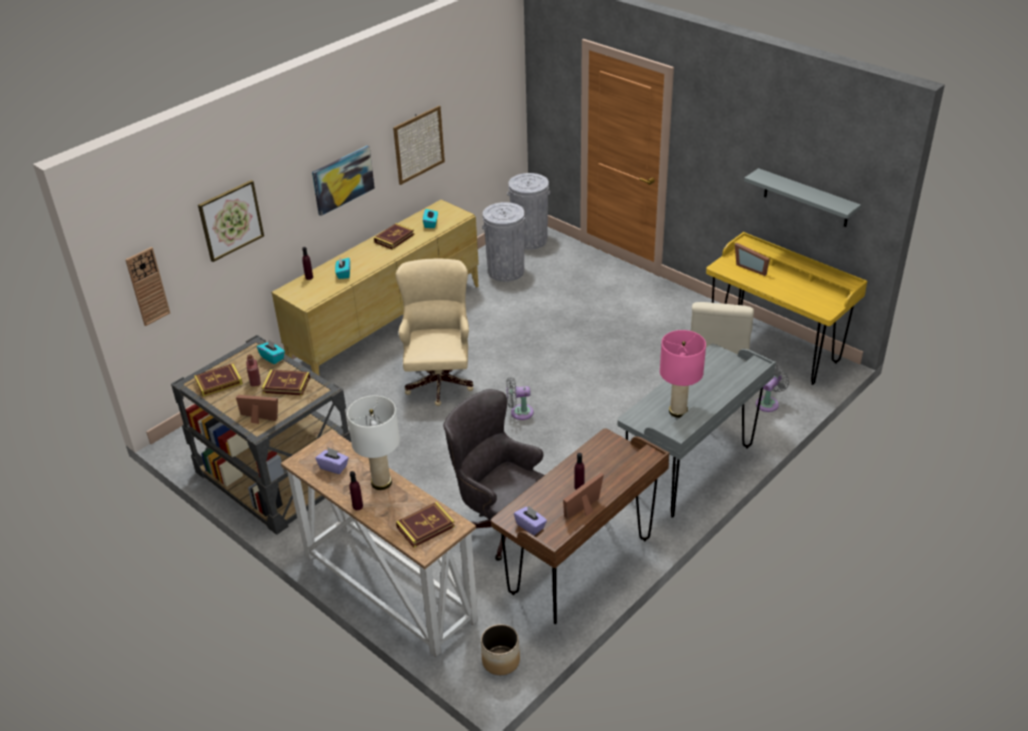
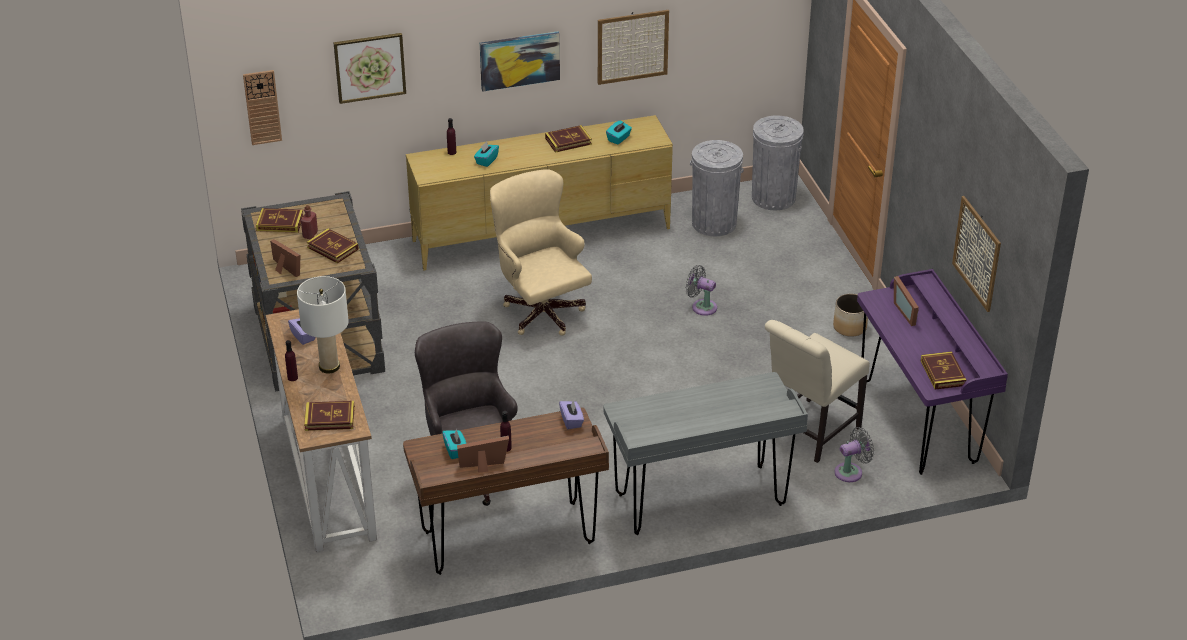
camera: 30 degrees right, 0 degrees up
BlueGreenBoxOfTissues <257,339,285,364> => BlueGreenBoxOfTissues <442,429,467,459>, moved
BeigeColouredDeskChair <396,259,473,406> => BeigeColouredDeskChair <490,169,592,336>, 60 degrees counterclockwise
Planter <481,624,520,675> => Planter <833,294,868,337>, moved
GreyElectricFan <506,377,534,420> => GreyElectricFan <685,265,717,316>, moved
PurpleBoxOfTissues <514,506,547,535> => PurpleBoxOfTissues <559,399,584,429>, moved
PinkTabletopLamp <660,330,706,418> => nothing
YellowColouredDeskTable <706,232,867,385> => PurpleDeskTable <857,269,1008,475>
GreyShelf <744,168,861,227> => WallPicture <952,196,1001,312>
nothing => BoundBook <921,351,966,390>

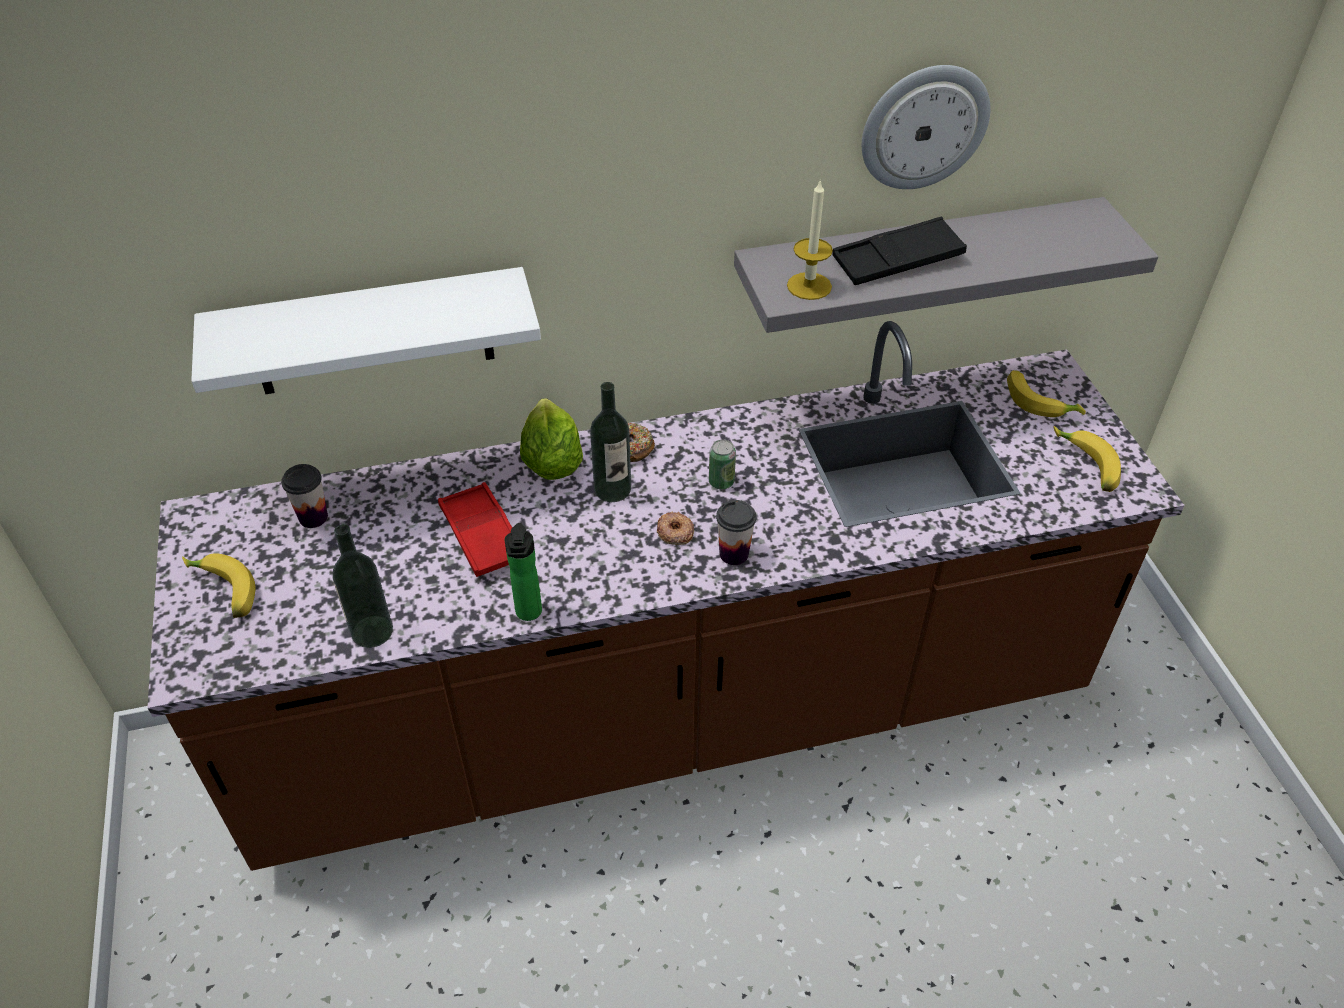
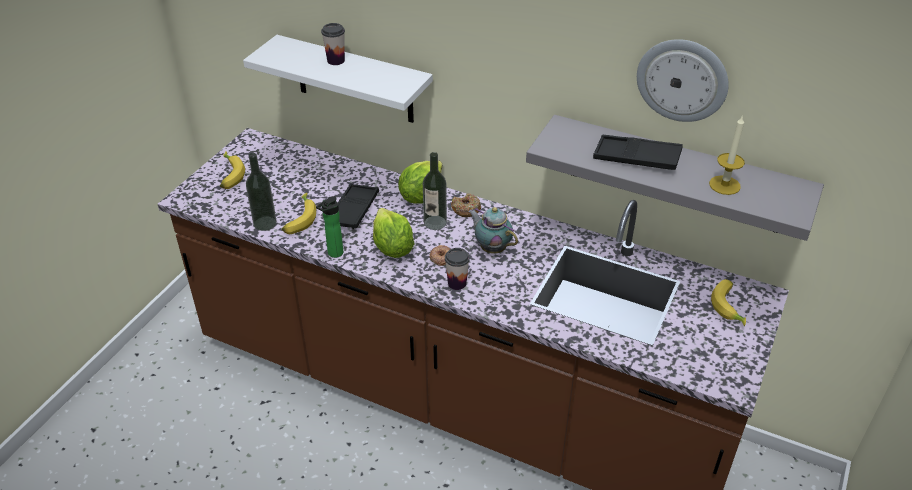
camera: 40 degrees right, 5 degrees down
SmallCup <281,464,328,528> => SmallCup <321,23,345,65>, moved
ReddishCarryingTray <438,482,512,577> => BlackColouredCarryingTray <338,183,379,229>
SealedCan <709,440,736,489> => TeaPot <468,207,518,254>
Candle <787,181,833,300> => Candle <709,115,745,195>, moved
BananaFruit <1053,426,1121,492> => BananaFruit <282,193,316,234>, moved
nothing => Lettuce <373,208,414,258>

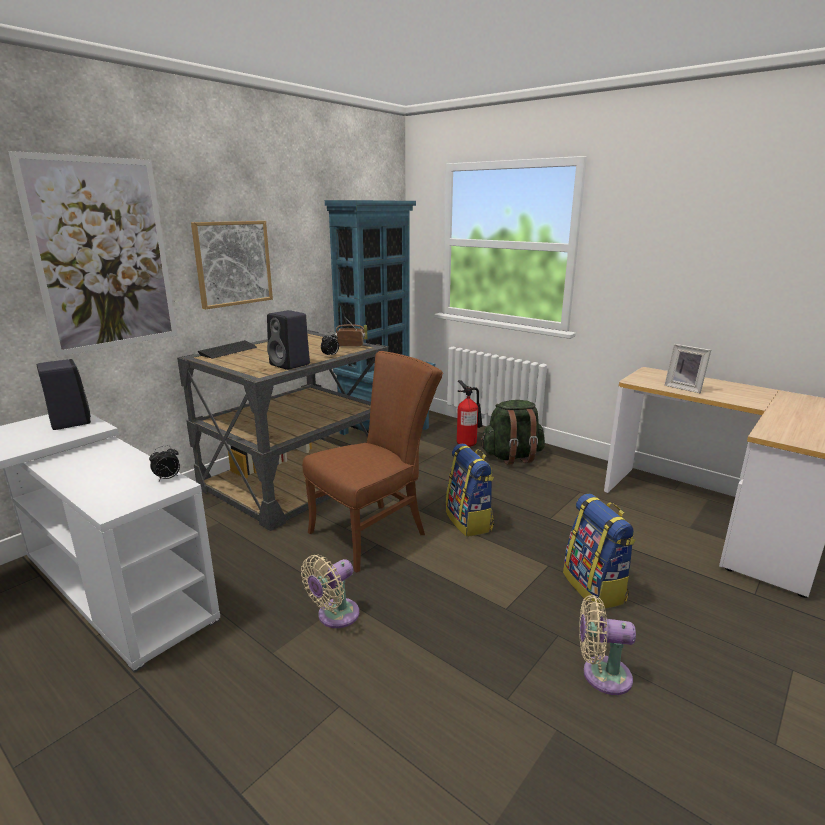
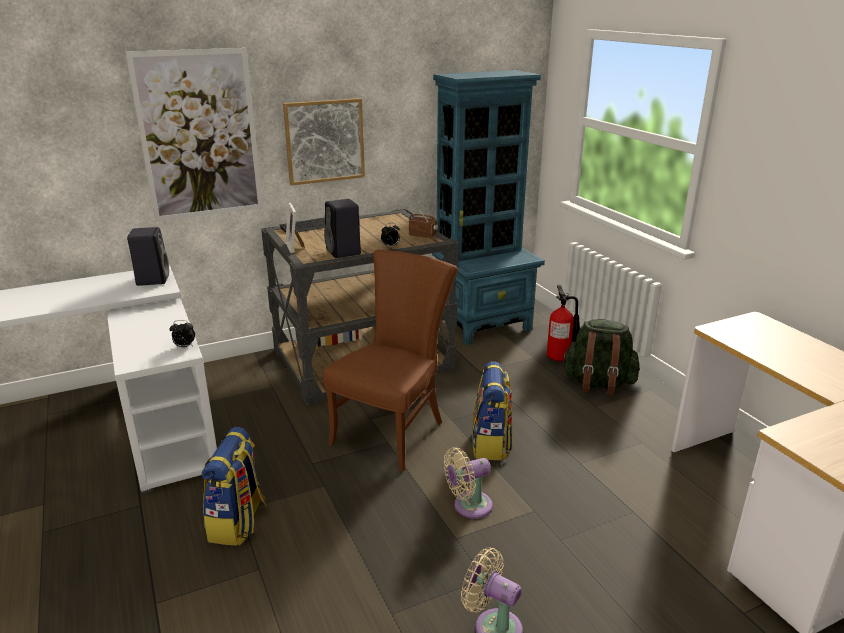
camera: 25 degrees right, 5 degrees up
BeigeColouredElectricFan <301,555,359,628> => BeigeColouredElectricFan <444,447,493,519>, moved
BrownishChair <302,351,443,573> => BrownishChair <323,250,458,472>, 45 degrees counterclockwise
Knapsack <563,494,636,609> => Knapsack <202,427,267,546>, moved
PhotoFrame <664,344,711,393> => PhotoFrame <285,203,305,253>, moved

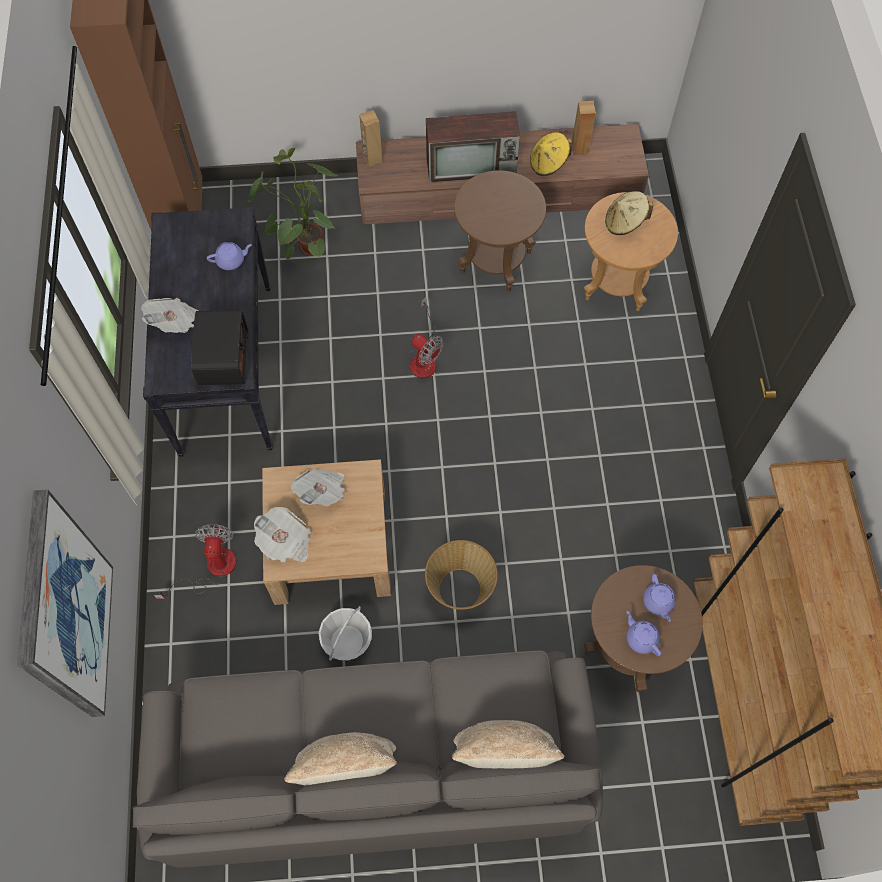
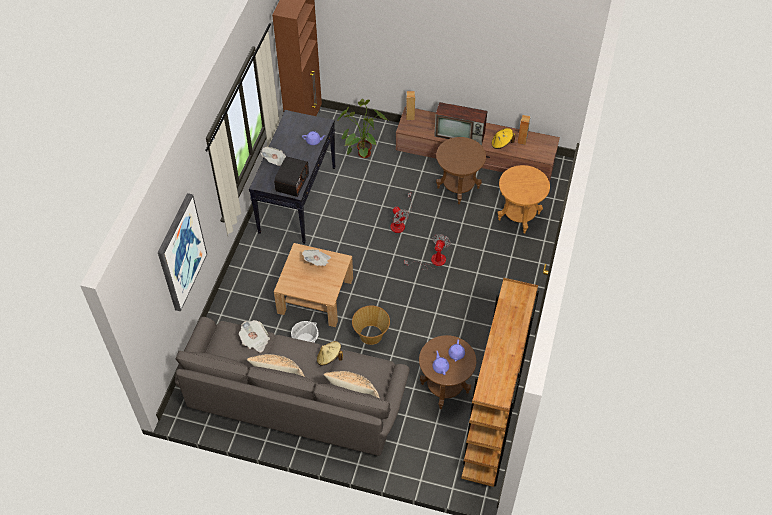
camera: 20 degrees right, 10 degrees down
ElectricFan <154,524,237,599> => ElectricFan <404,234,451,270>, moved
PrintedPaper <254,507,311,563> => PrintedPaper <239,320,270,353>, moved
BeigeColouredClothingHat <605,191,653,235> => BeigeColouredClothingHat <317,341,343,366>, moved

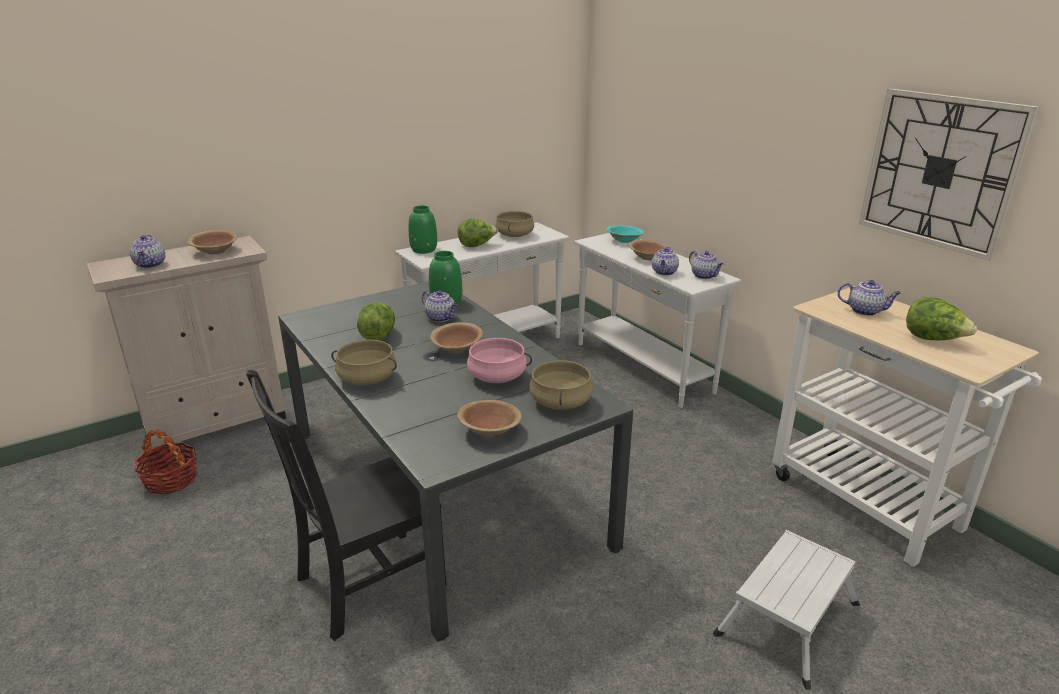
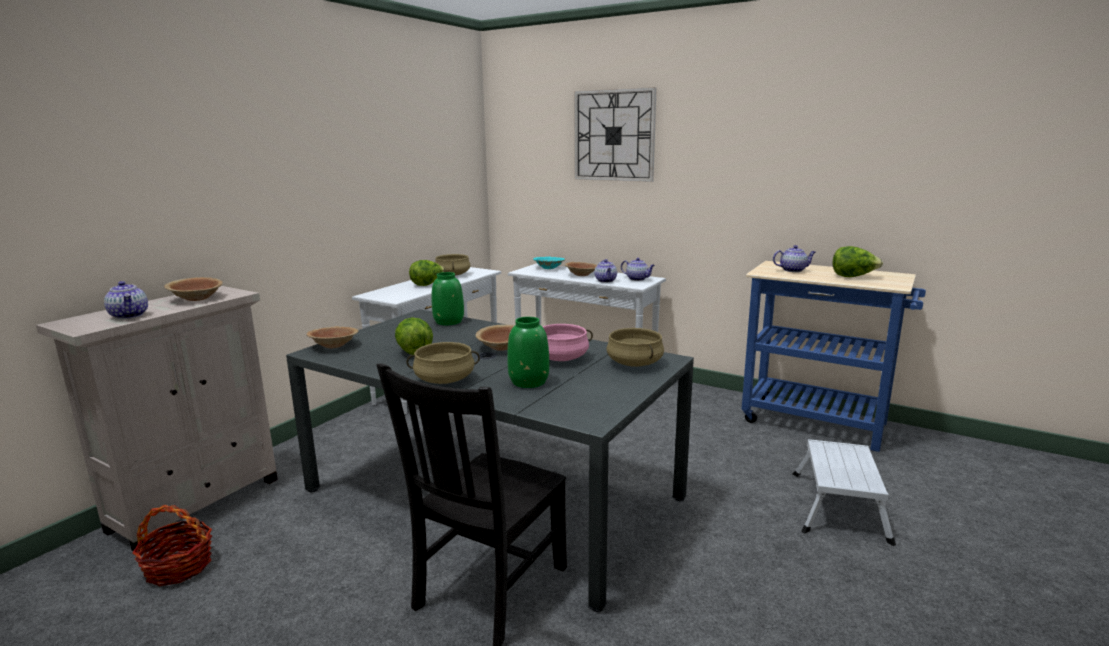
camera: 25 degrees left, 10 degrees down
GreenColouredFlowerVase <409,206,437,254> => GreenColouredFlowerVase <507,317,549,388>, moved
TeaPot <422,290,458,322> => nothing
BrownishDeepDish <457,400,522,436> => BrownishDeepDish <307,326,358,348>, moved
WhitishCart <773,286,1042,567> => BluishCart <742,261,926,452>
HangingClock <859,89,1040,261> => HangingClock <574,87,657,182>, moved

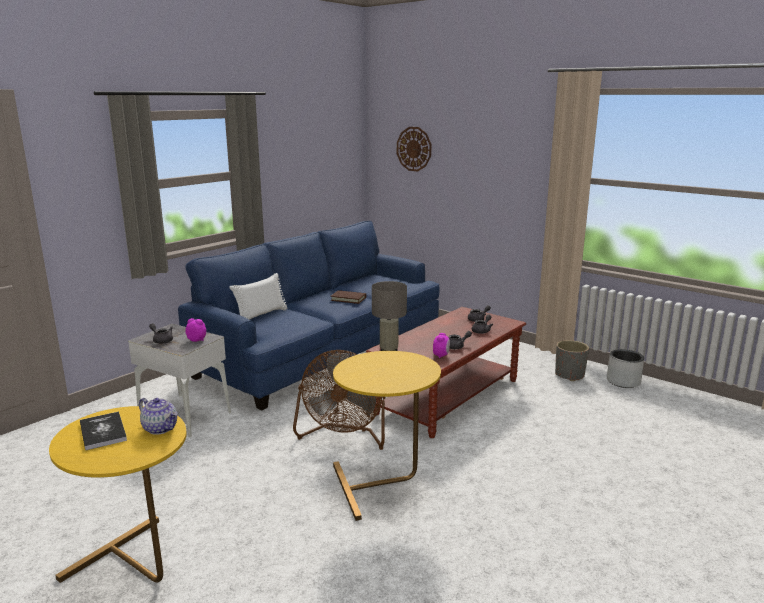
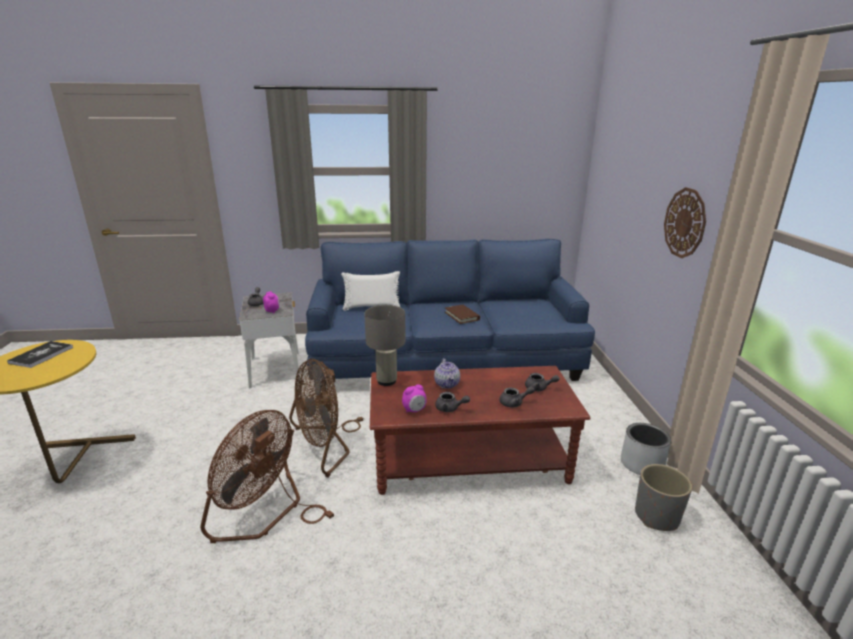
camera: 45 degrees right, 5 degrees up
TeaPot <139,398,177,435> => TeaPot <434,358,460,389>, moved
YellowColouredEndTable <333,351,441,521> => BrownishElectricFan <200,410,334,544>
HangingClock <397,127,432,171> => HangingClock <664,187,706,258>, moved
GreyPlanter <607,349,644,388> => GreyPlanter <621,423,671,475>, moved

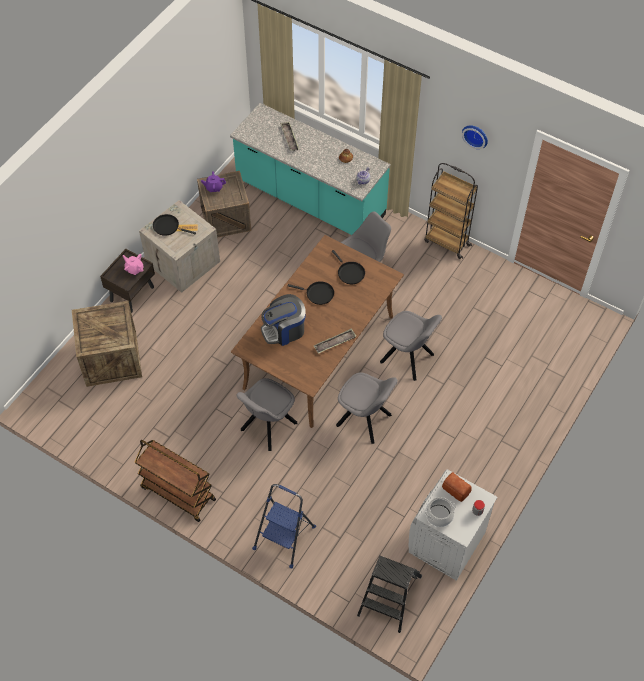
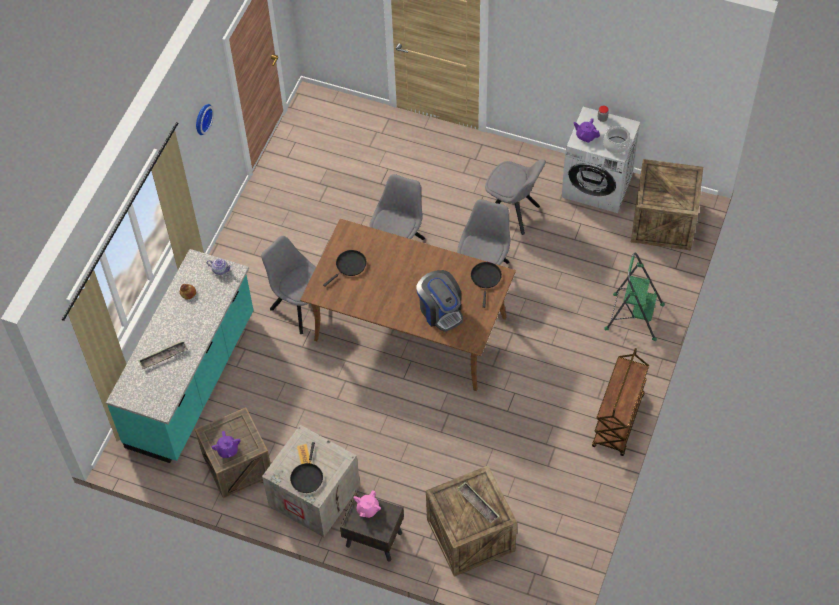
camera: 100 degrees left, 0 degrees up
GreyChair <236,378,298,451> => GreyChair <485,159,546,235>, moved
BluishStepStool <252,484,316,568> => GreenColouredStepStool <604,253,665,341>
BlackColouredFryingPan <287,281,334,305> => BlackColouredFryingPan <471,262,502,308>, moved
CarryingTray <314,328,356,354> => CarryingTray <457,482,499,523>, moved
BlackColouredStepStool <357,556,422,633> => PackingCrate <631,159,703,251>
BrownishCart <424,163,478,259> => nothing
BakedBread <442,472,472,502> => PurpleTeaPot <574,118,600,143>

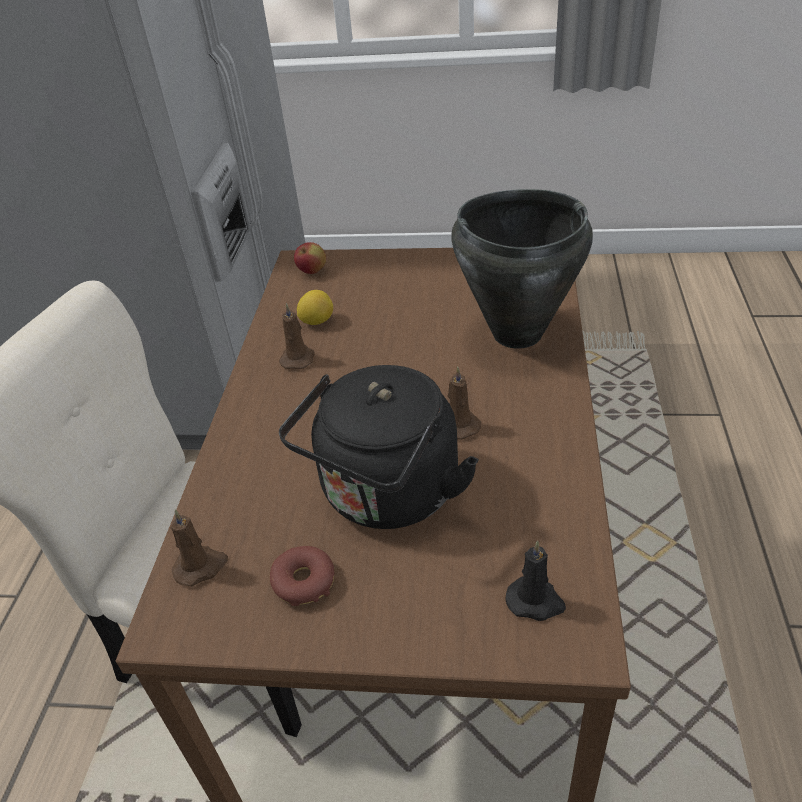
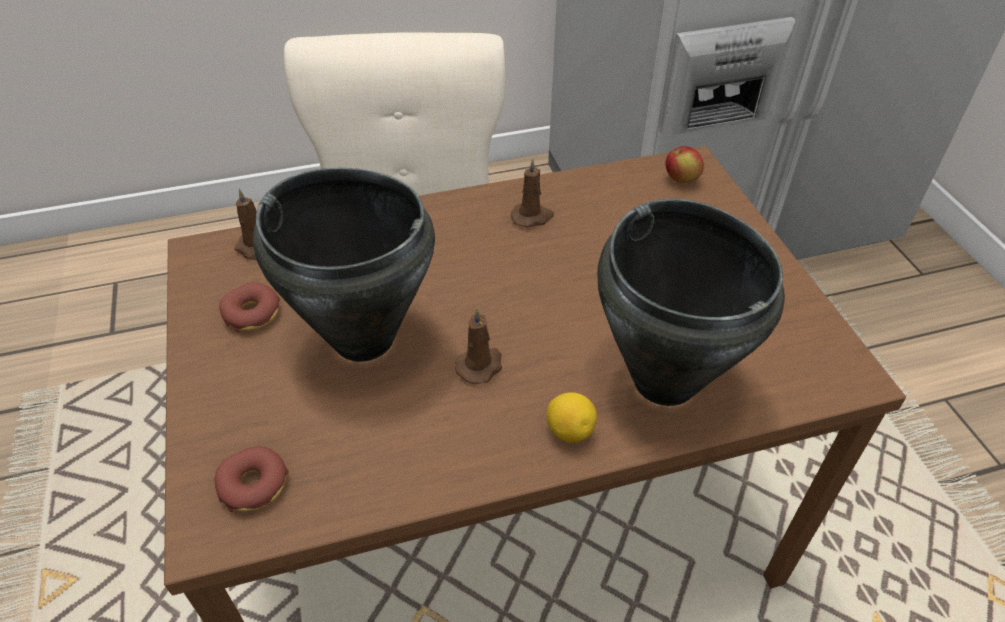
camera: 65 degrees right, 5 degrees up
BlackColouredTeaKettle <279,365,479,529> => BlackColouredSaucepot <253,168,435,362>
Lemon <297,290,333,325> => Lemon <547,392,597,443>, moved
BlackColouredCandle <505,541,566,621> => Doughnut <215,446,289,512>

